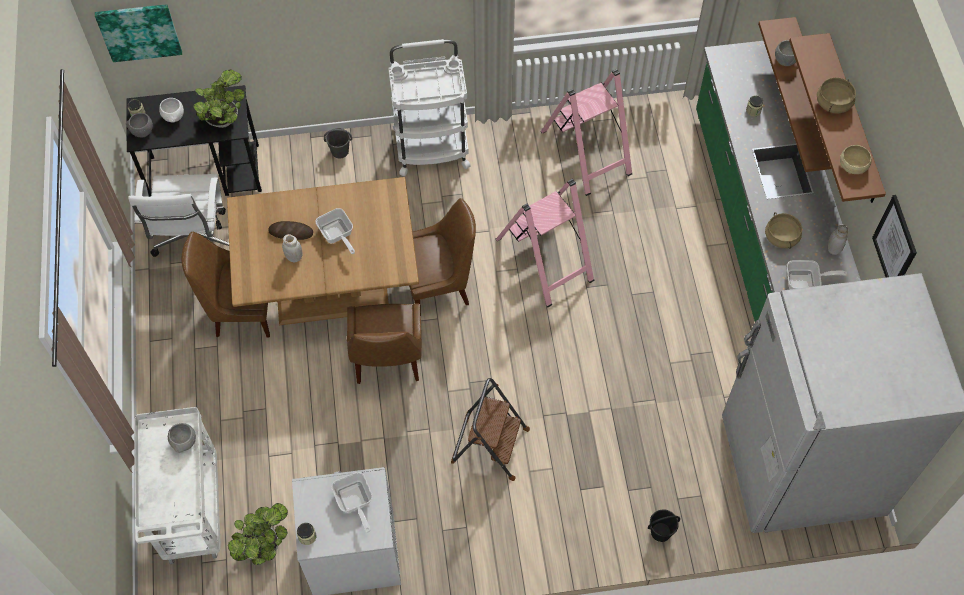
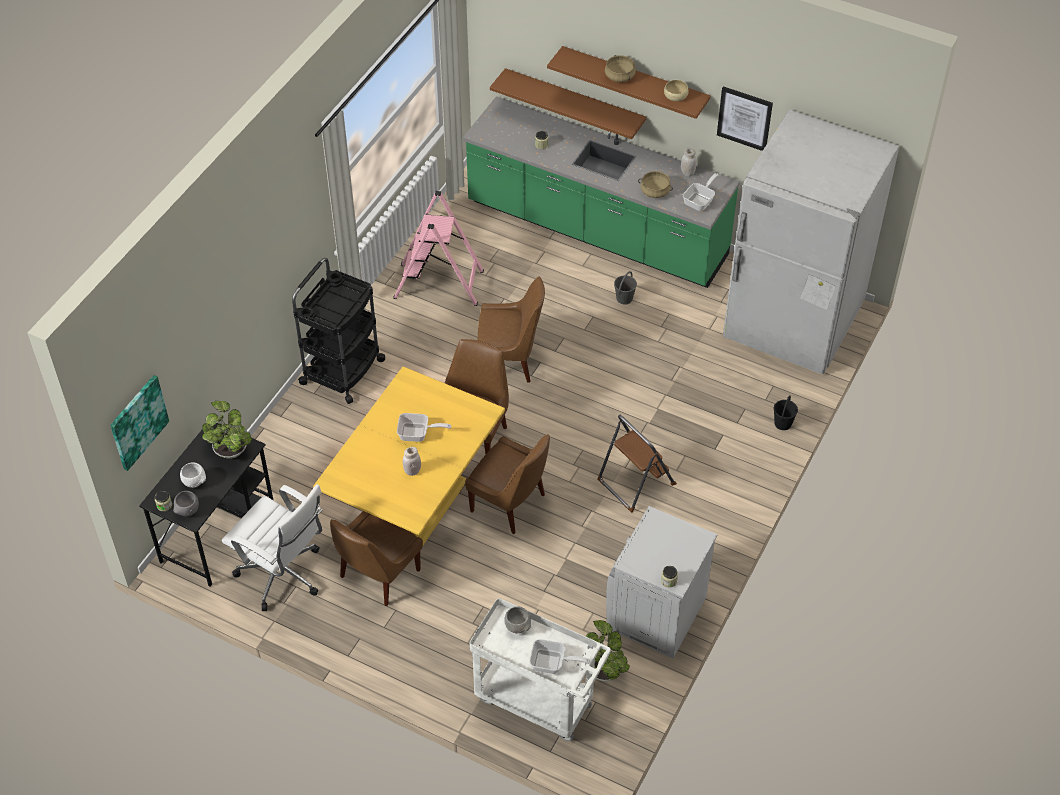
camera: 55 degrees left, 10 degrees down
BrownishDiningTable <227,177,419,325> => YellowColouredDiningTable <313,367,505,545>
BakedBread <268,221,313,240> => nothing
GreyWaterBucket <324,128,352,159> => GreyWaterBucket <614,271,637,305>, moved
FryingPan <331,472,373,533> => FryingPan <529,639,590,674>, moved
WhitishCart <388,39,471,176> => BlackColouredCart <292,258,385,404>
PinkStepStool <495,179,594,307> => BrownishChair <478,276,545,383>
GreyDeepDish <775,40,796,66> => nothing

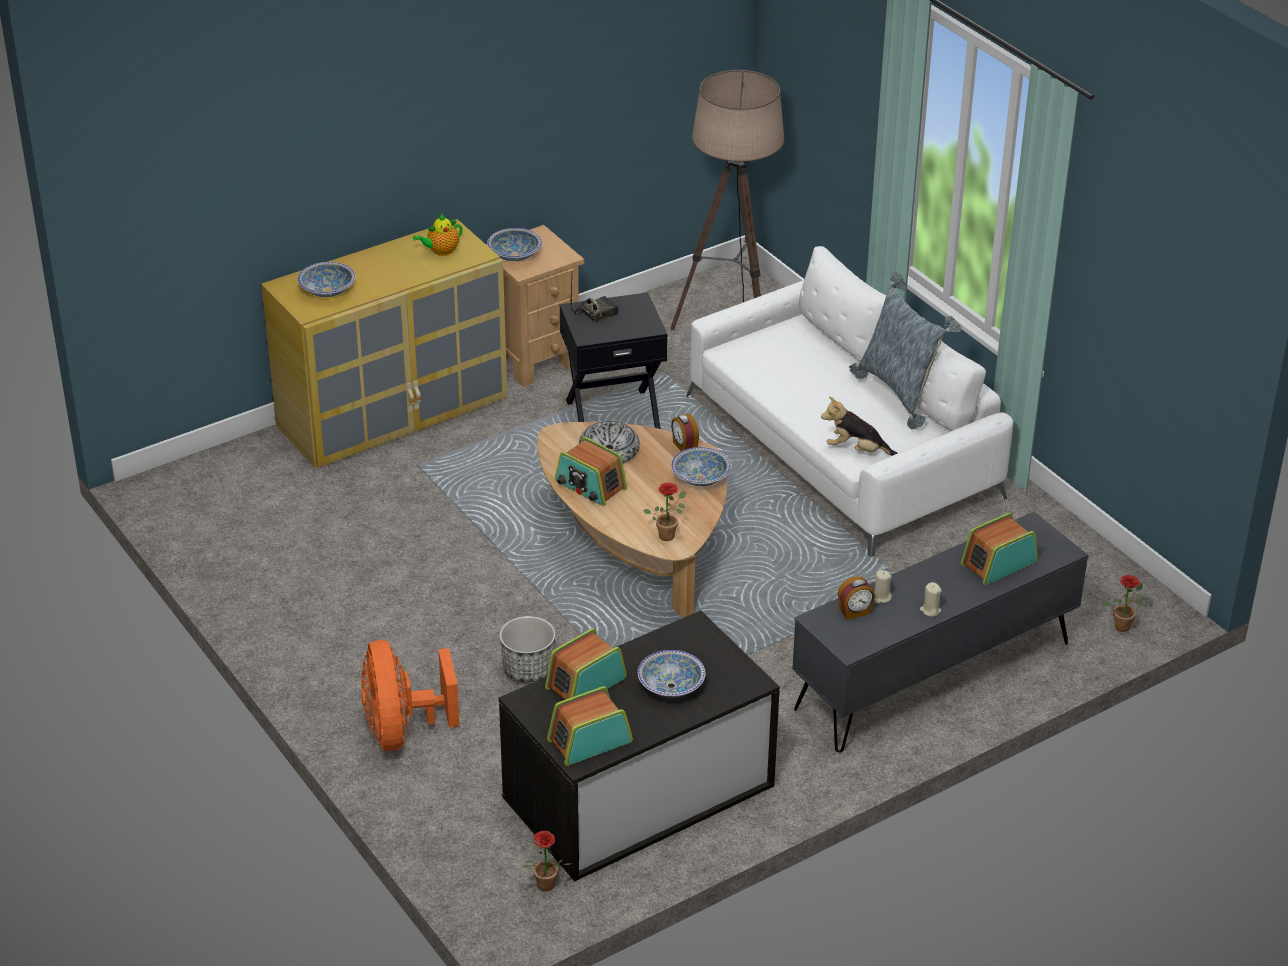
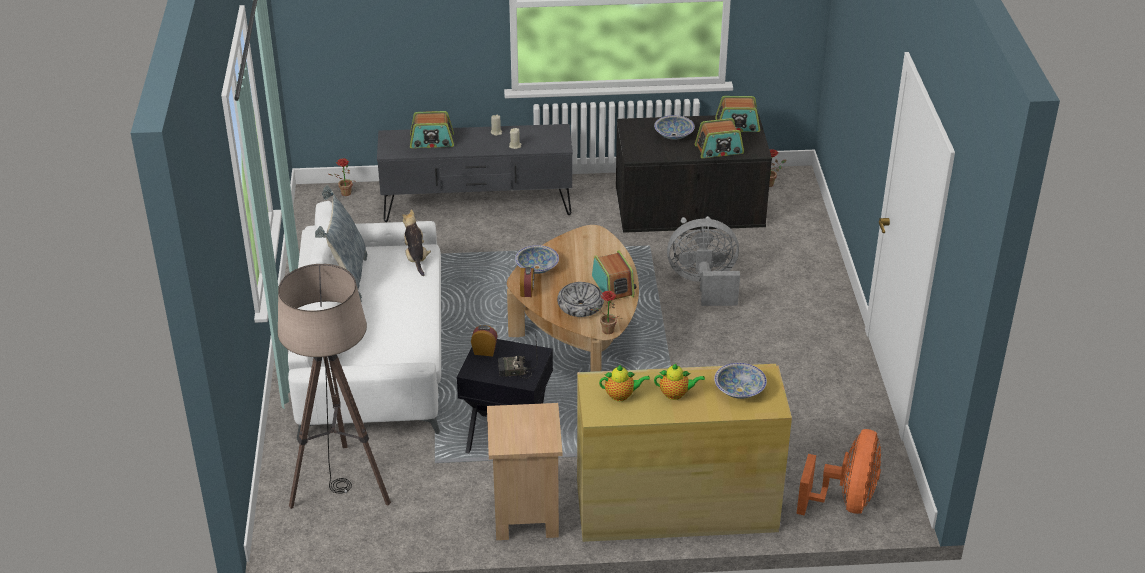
camera: 150 degrees left, 0 degrees up
OrangeyElectricFan <361,640,460,751> => OrangeyElectricFan <796,429,881,516>, moved
DeepDish <487,228,542,261> => nothing
Planter <499,616,556,682> => GreyElectricFan <667,219,740,306>
PottedPlant <643,483,686,541> => PottedPlant <590,291,622,334>, moved
PlushToy <821,396,898,456> => PlushToy <402,209,431,276>, 150 degrees counterclockwise
TableClock <837,576,875,620> => TableClock <471,325,498,356>, moved
nothing => TeaPot <654,363,705,400>

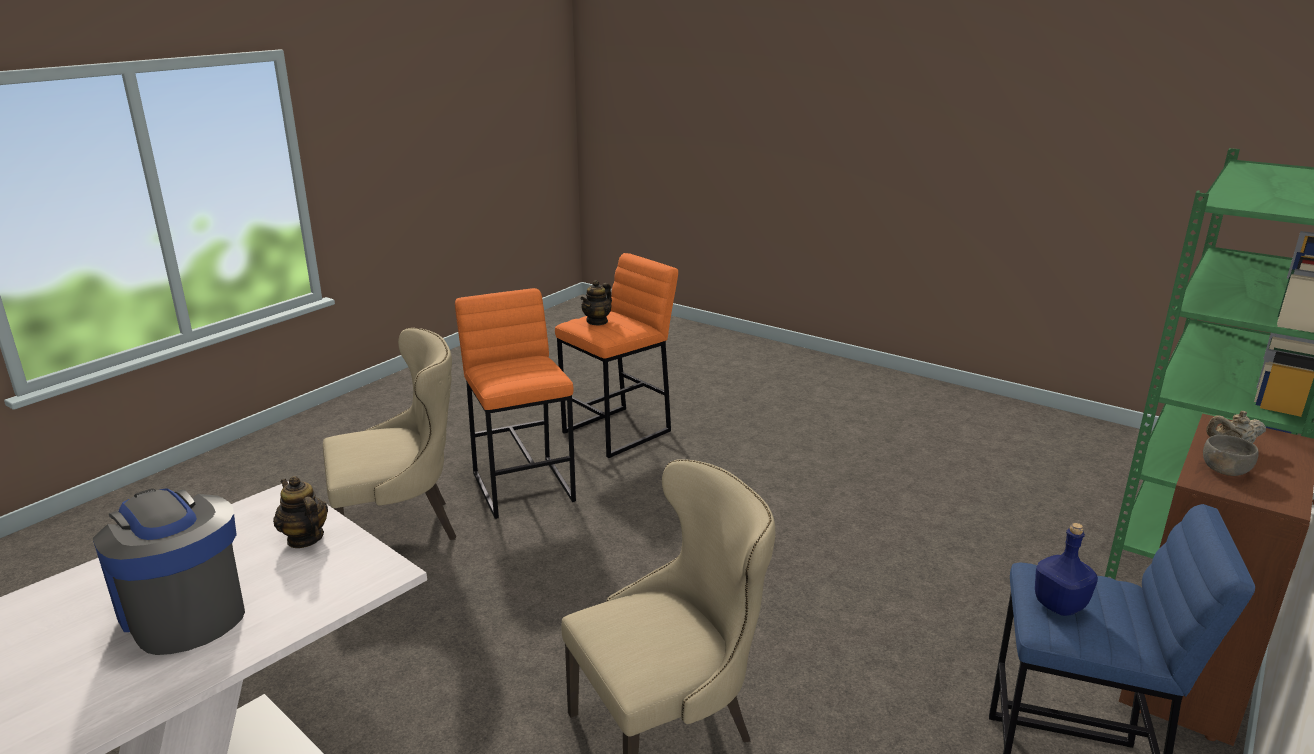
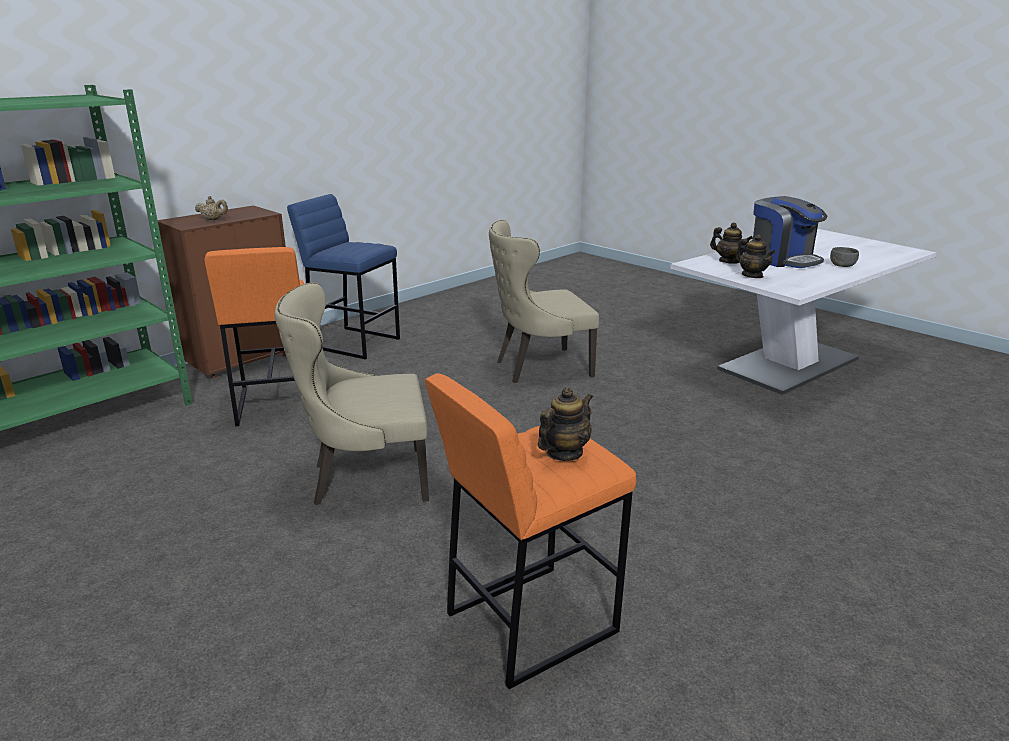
camera: 170 degrees left, 0 degrees up
BeigeColouredChair <323,328,456,540> => BeigeColouredChair <274,282,429,505>, moved
OrangeyStoolSeat <455,288,576,519> => OrangeyStoolSeat <205,247,304,426>, moved
BluishBottle <1035,523,1098,616> => nothing
GreyDeepDish <1203,435,1259,476> => GreyDeepDish <830,247,859,267>, moved
nothing => TeaPot <710,223,753,264>

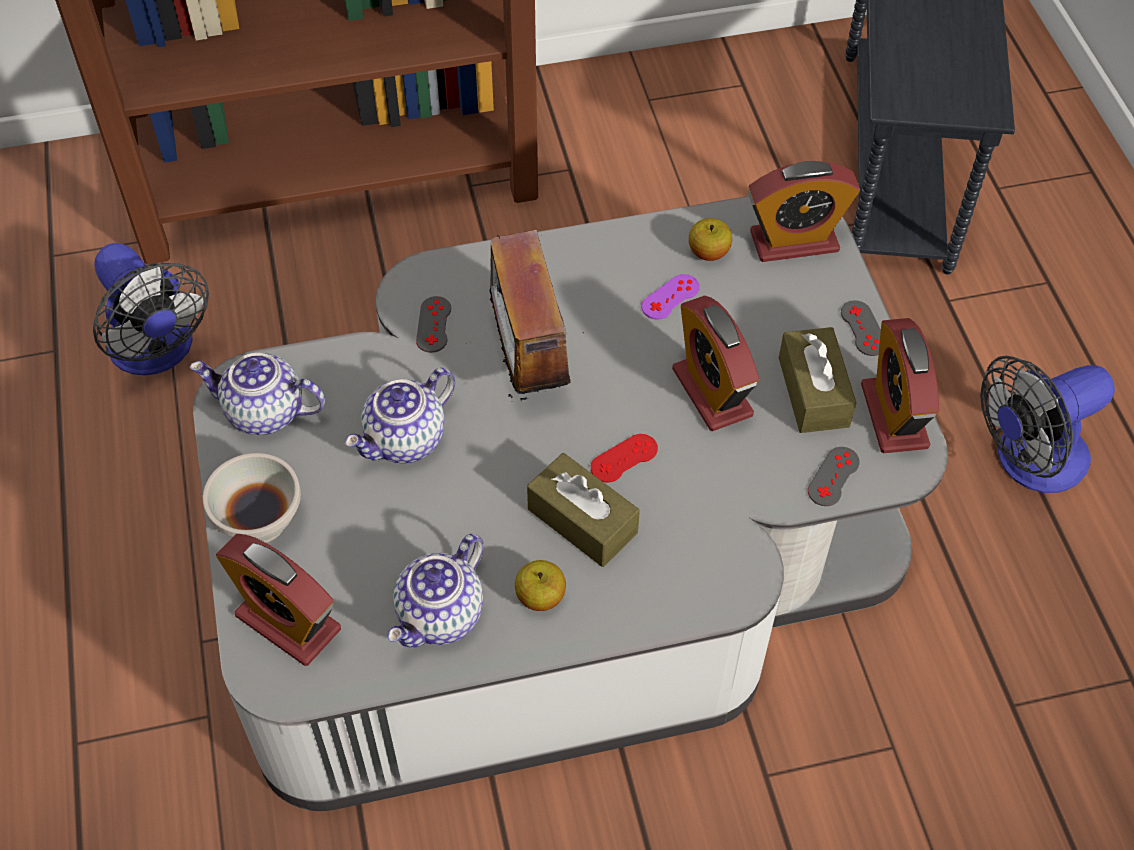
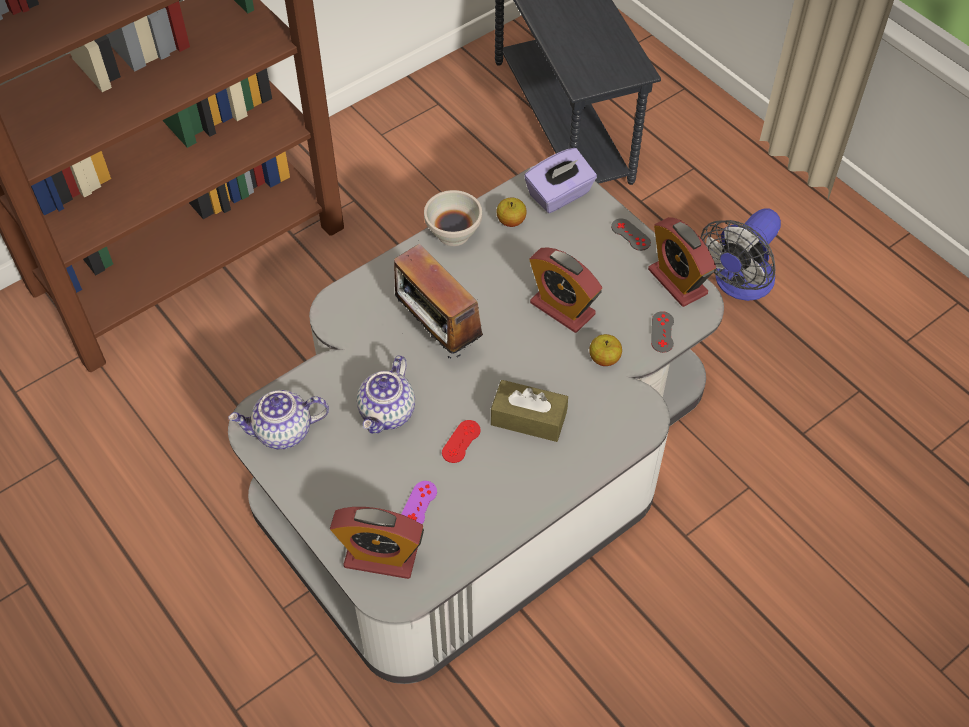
camera: 25 degrees left, 0 degrees up
ElectricFan <93,243,209,375> => nothing
WhitishDeepDish <203,453,301,543> => WhitishDeepDish <424,190,482,246>, moved
TeaPot <388,534,484,648> => nothing
GreyGamepad <416,296,451,353> => nothing
WholeApple <515,560,566,611> => WholeApple <589,334,622,366>, moved
ReddishGamepad <591,434,658,483> => ReddishGamepad <442,420,481,463>, moved
PurpleGamepad <641,274,700,319> => PurpleGamepad <401,481,437,524>, moved
TableClock <748,161,860,262> => PurpleBoxOfTissues <524,148,597,213>
BrownishBoxOfTissues <779,327,856,433> => nothing

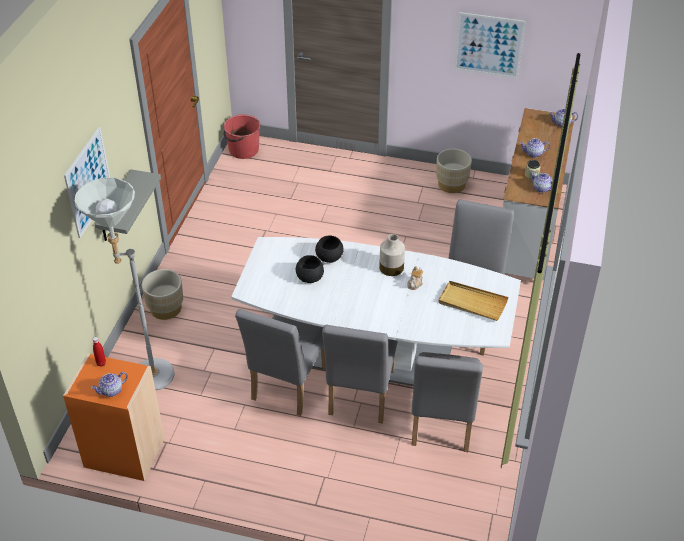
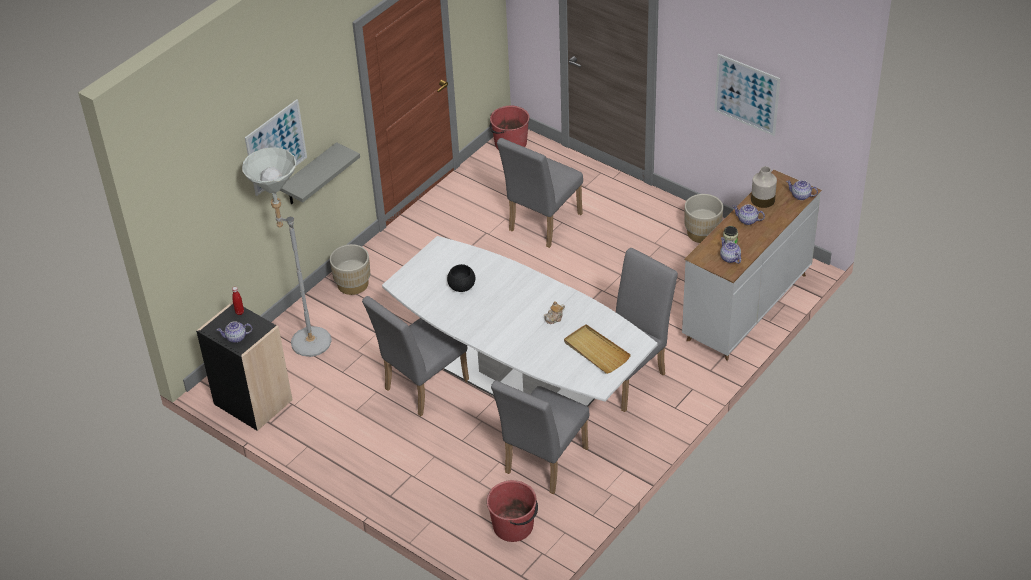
camera: 25 degrees right, 0 degrees up
OrangeyBookshelf <63,353,165,481> => BlackColouredBookshelf <196,301,293,431>
BlackColouredDeepDish <315,235,343,263> => nothing
GreyChair <322,325,398,424> => GreyChair <497,138,583,248>, moved
BeigeColouredFlowerVase <379,234,405,276> => BeigeColouredFlowerVase <751,166,777,208>, moved
nothing => ReddishWaterBucket <487,480,538,542>

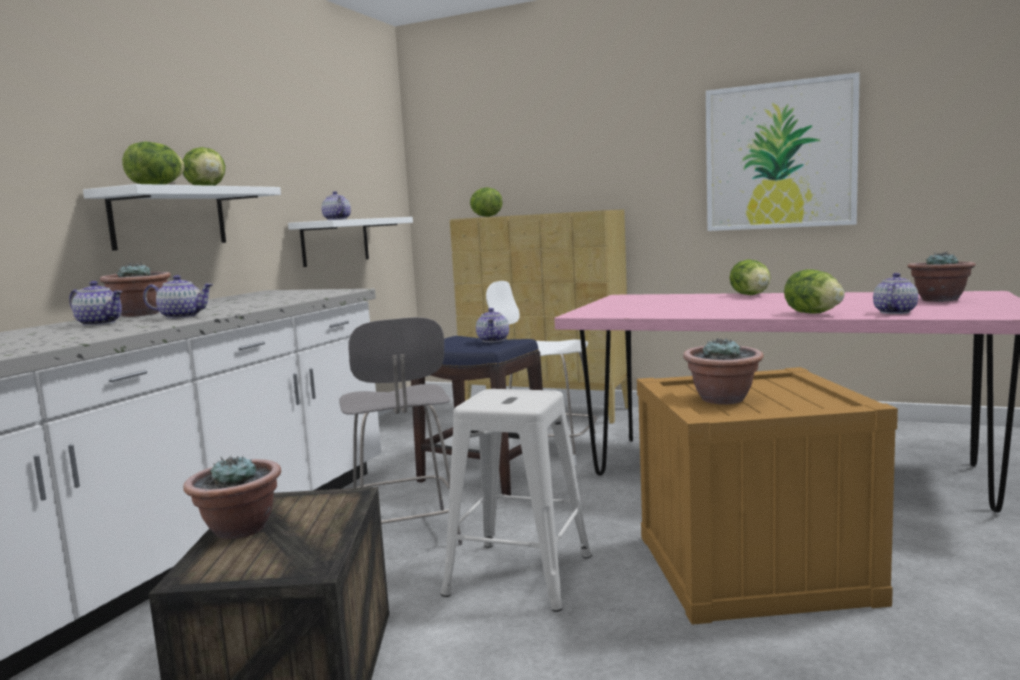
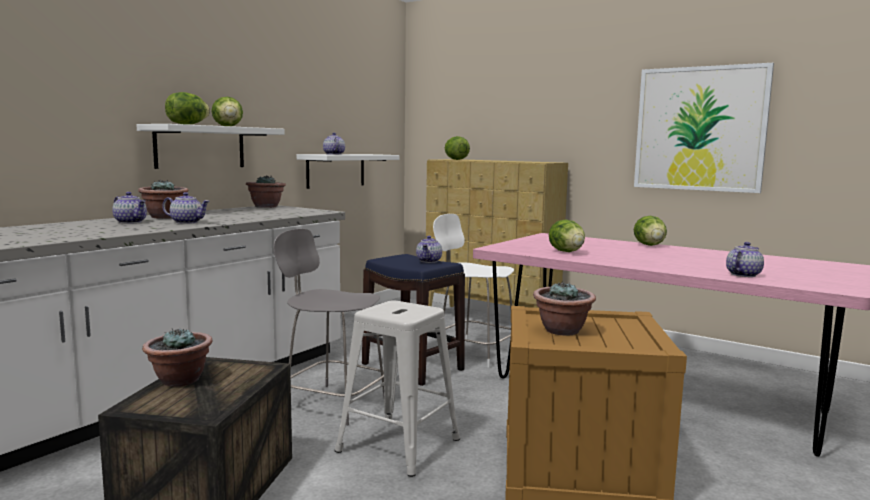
camera: 10 degrees right, 0 degrees up
GreyChair <339,317,462,545> => GreyChair <273,229,384,426>, 120 degrees clockwise
Lettuce <784,269,845,314> => Lettuce <549,219,585,252>, moved
PottedPlant <907,251,976,302> => PottedPlant <246,175,286,208>, moved

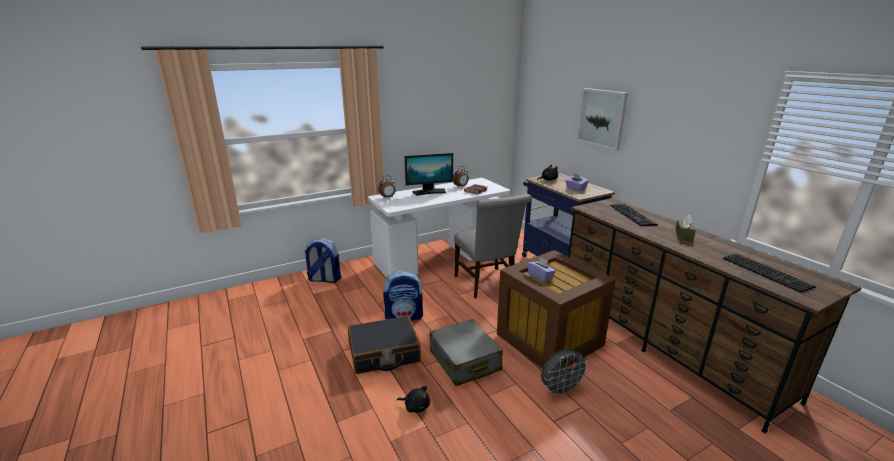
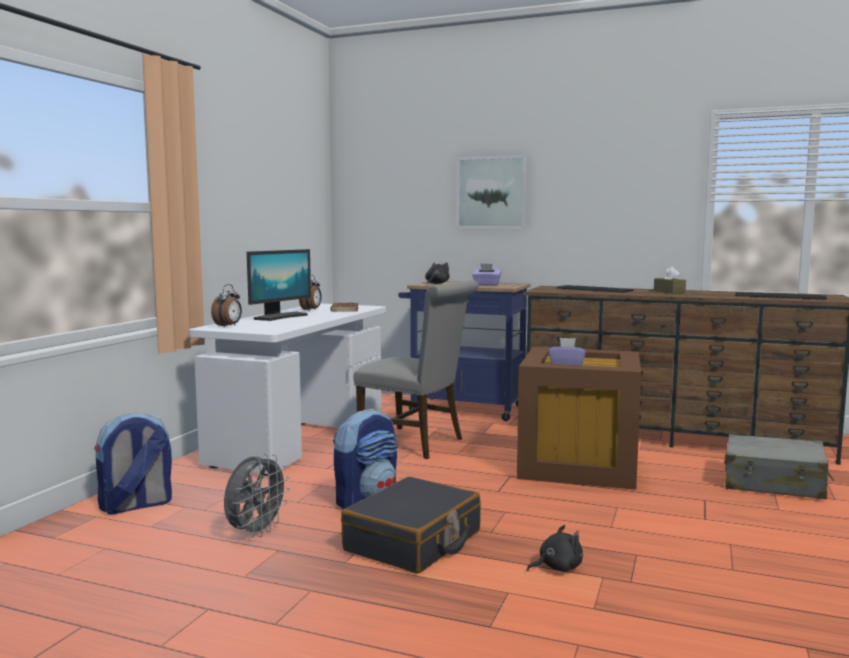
camera: 40 degrees left, 15 degrees down
GreyTravelCase <429,319,503,386> => GreyTravelCase <724,434,834,499>, moved
GreyElectricFan <541,349,590,398> => GreyElectricFan <224,454,290,538>, moved

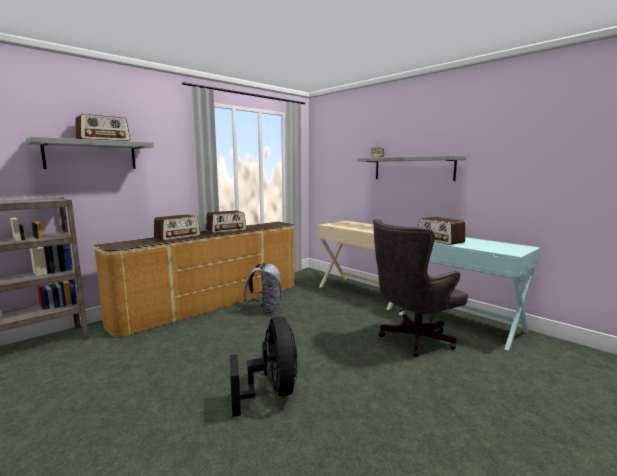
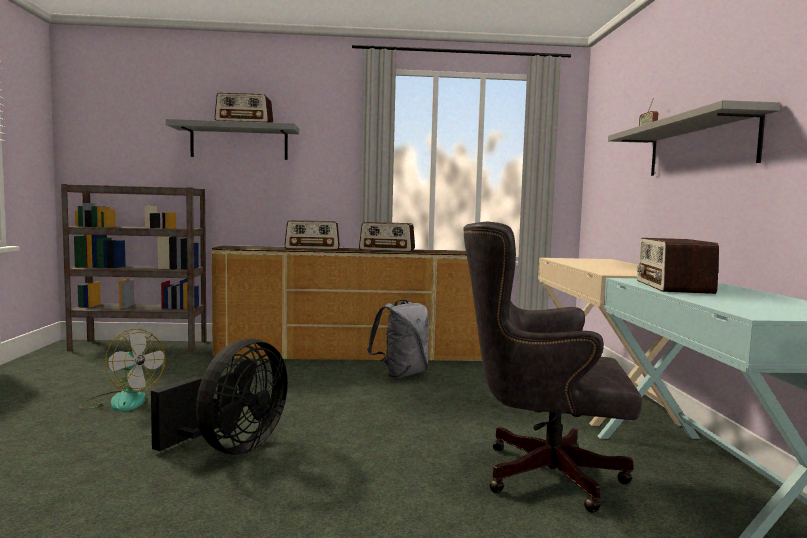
camera: 40 degrees right, 5 degrees down
nothing => ElectricFan <79,329,166,411>

